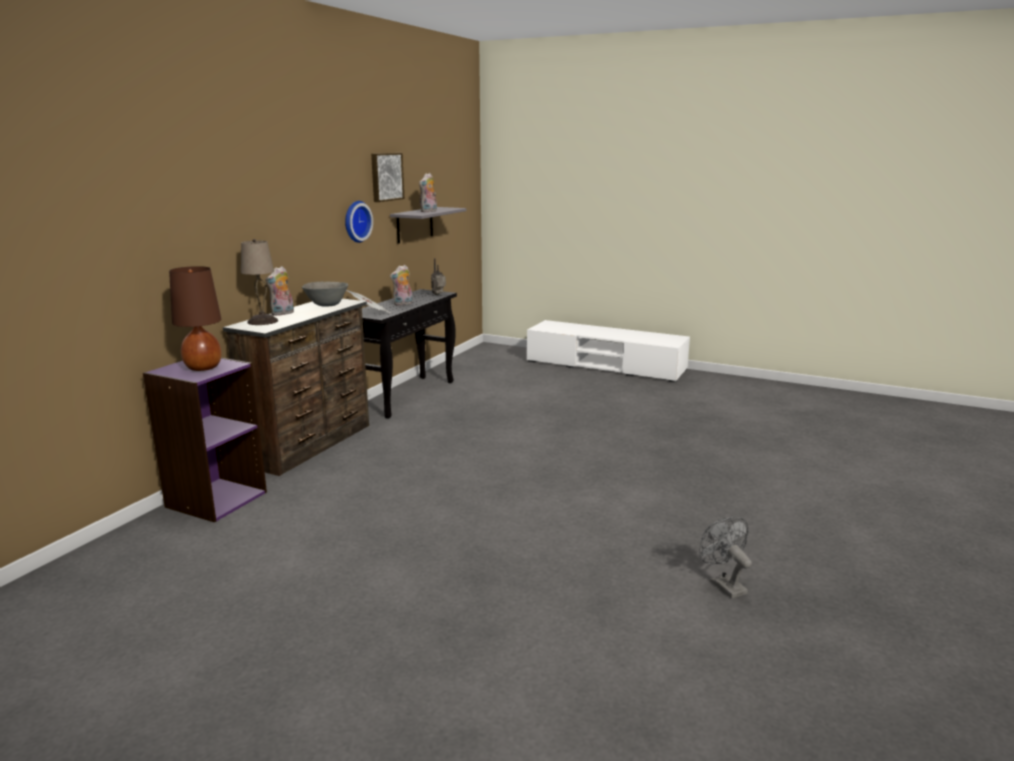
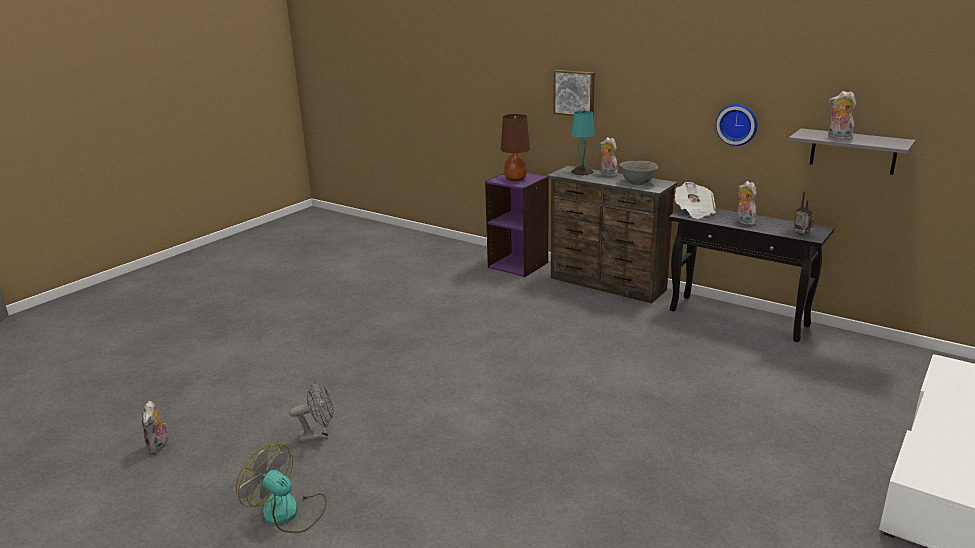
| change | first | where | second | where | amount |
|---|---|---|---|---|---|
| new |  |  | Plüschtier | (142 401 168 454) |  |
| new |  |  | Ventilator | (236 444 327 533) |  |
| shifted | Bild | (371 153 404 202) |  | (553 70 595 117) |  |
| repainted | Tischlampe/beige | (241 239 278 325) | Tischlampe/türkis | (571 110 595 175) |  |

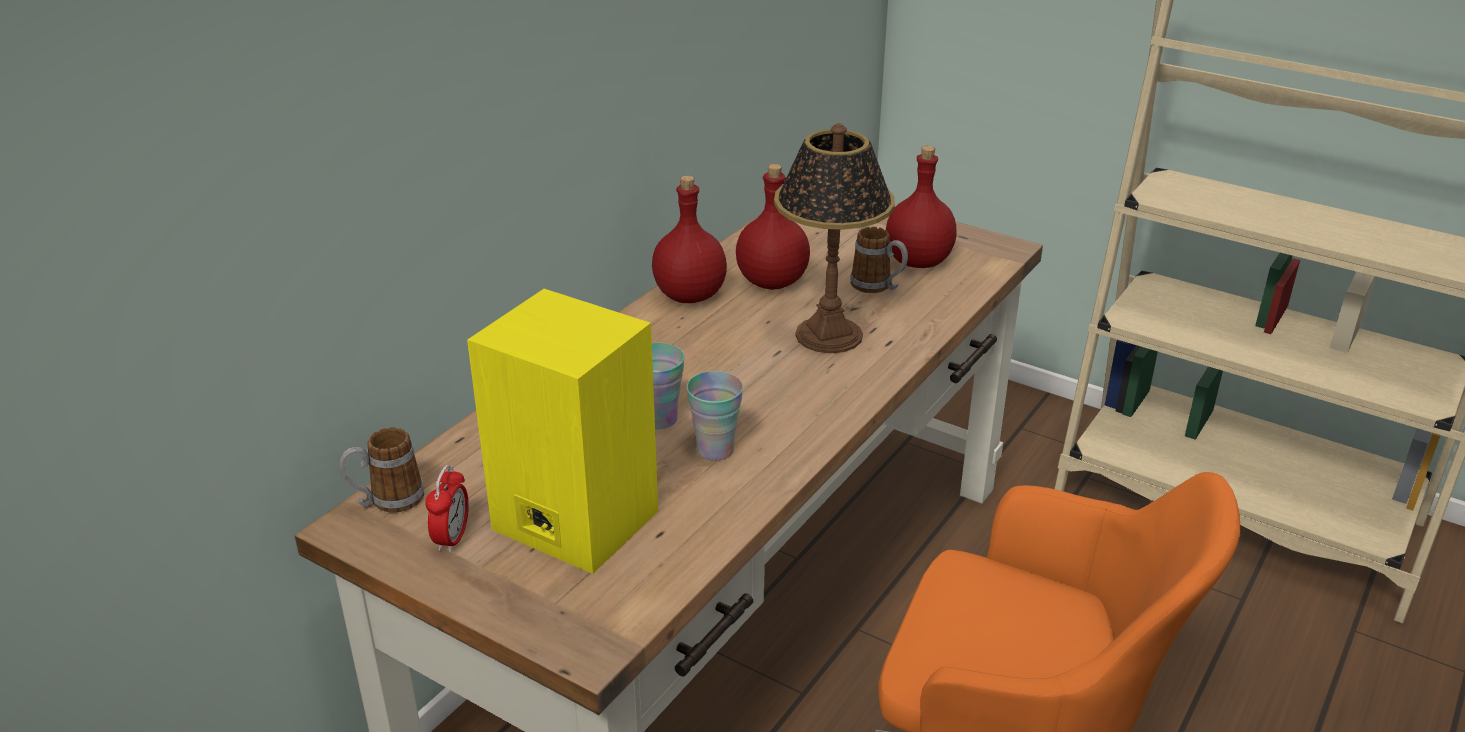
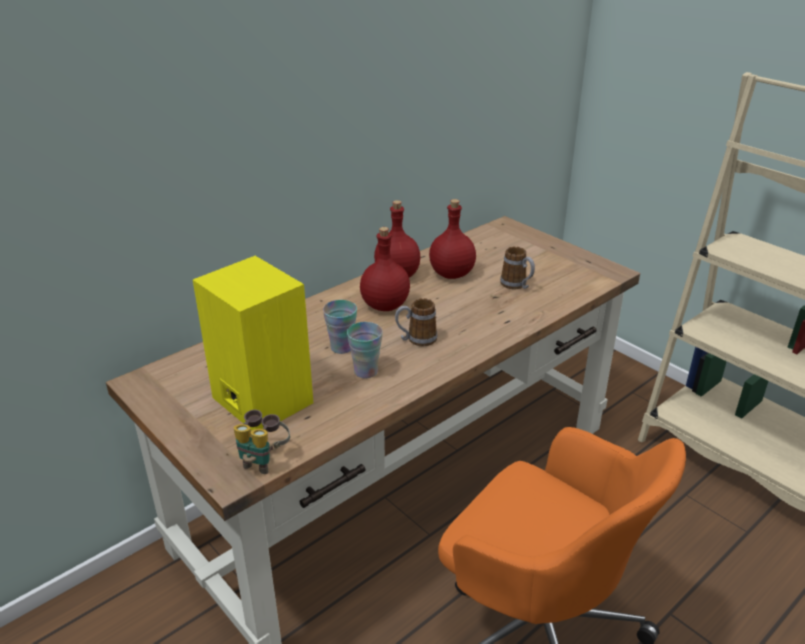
| change | first | where | second | where | amount |
|---|---|---|---|---|---|
| gone | Wecker | (426 465 469 553) |  |  |  |
| gone | Tischlampe | (774 123 895 353) |  |  |  |
| new |  |  | Fernglas | (234 410 290 474) |  |
| shifted | Henkelbecher | (340 427 424 513) |  | (395 298 438 346) |  |
| shifted | Flasche/rot | (886 146 956 268) |  | (360 227 410 311) |  |

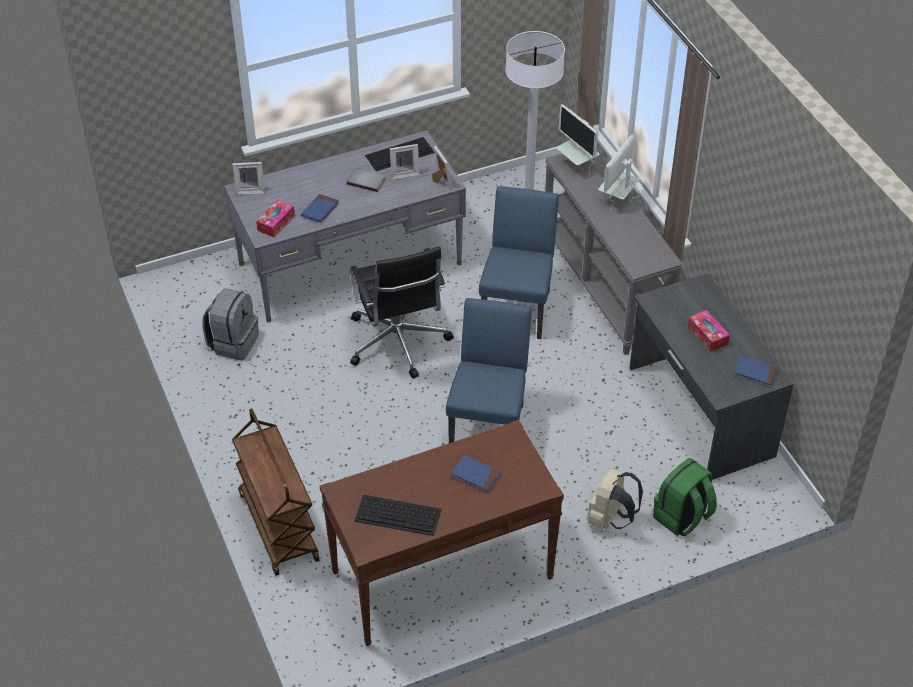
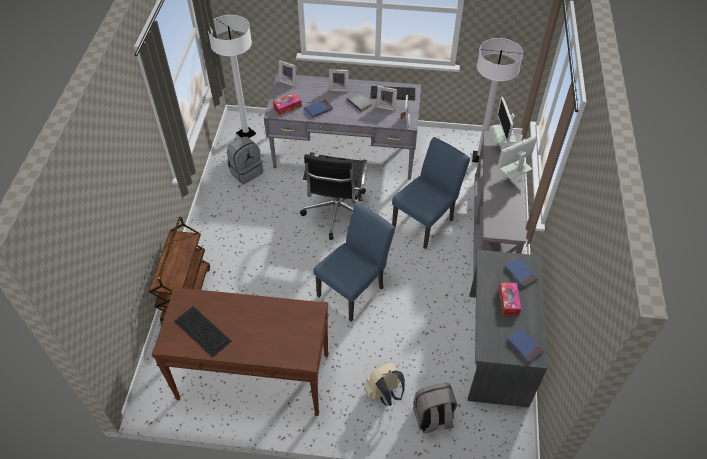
| change | first | where | second | where | amount |
|---|---|---|---|---|---|
| new |  |  | Stehlampe/weiß | (208 15 256 138) |  |
| new |  |  | Bilderrahmen | (329 69 349 92) |  |
| shifted | Buch/blau | (451 455 501 493) |  | (504 258 538 288) |  |
| repainted | Rucksack/grün | (653 458 717 536) | Rucksack/grau | (413 383 457 434) |  |

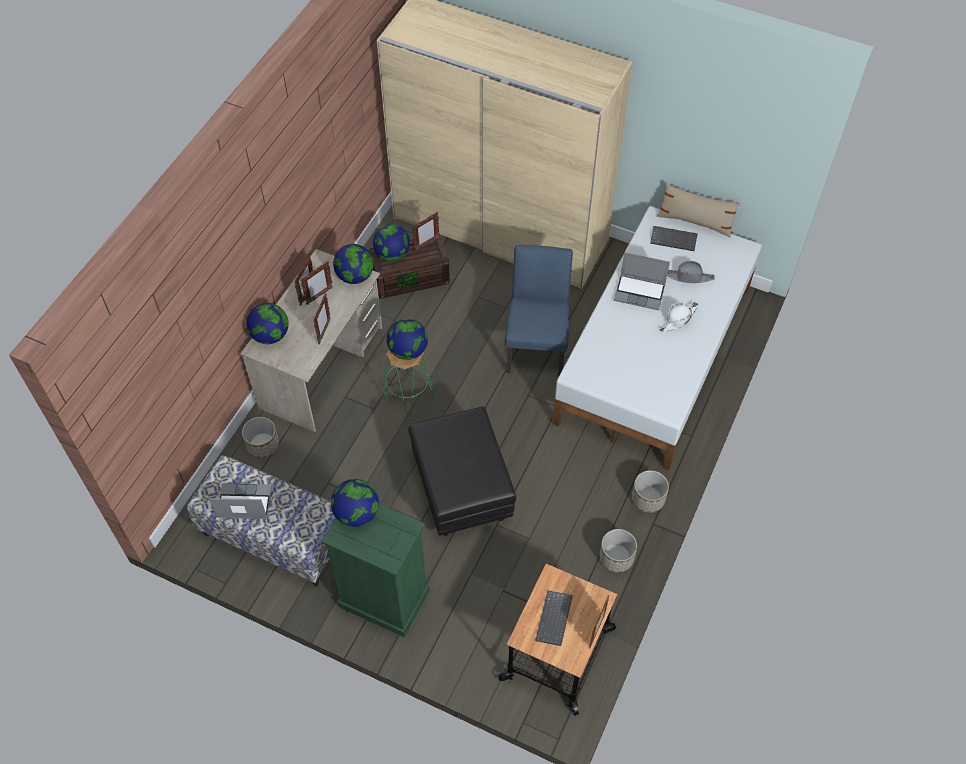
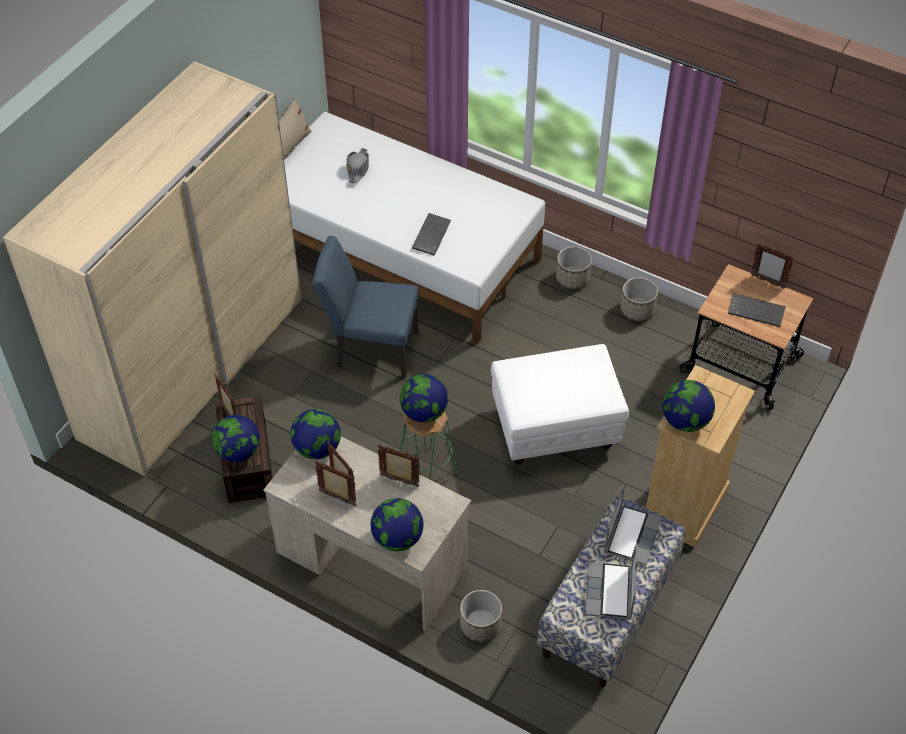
| change | first | where | second | where | amount |
|---|---|---|---|---|---|
| gone | Hut/weiß | (659 302 698 332) |  |  |  |
| shifted | Laptop | (614 252 670 310) |  | (604 481 662 566) |  |
| shifted | Tastatur | (650 226 698 251) |  | (412 213 451 256) |  |
| repainted | Kommode/grün | (321 504 430 637) | Kommode/beige | (646 365 755 547) |  |
| repainted | Polsterhocker/schwarz | (409 406 516 536) | Polsterhocker/weiß | (491 344 629 465) |  |

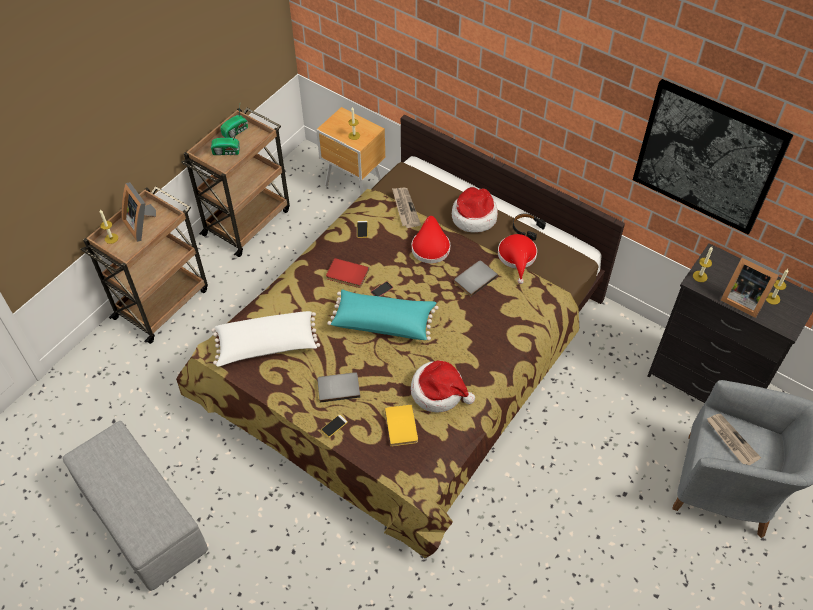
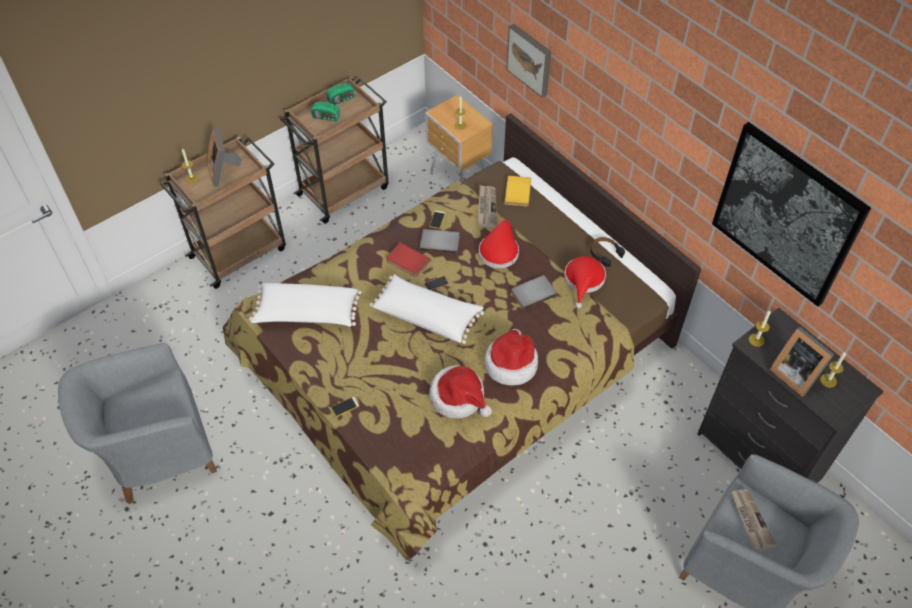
| change | first | where | second | where | amount |
|---|---|---|---|---|---|
| new |  |  | Bild | (506 24 551 98) |  |
| shifted | Buch/grau | (317 372 360 403) |  | (420 229 460 254) |  |
| shifted | Buch/gelb | (385 404 418 446) |  | (505 176 531 206) |  |
| shifted | Hut | (452 187 498 233) |  | (485 329 538 385) |  |
| swapped | Polsterhocker/grau | (63 421 208 591) | Sessel/grau | (58 343 217 504) |  |
| repainted | Kissen/türkis | (327 289 439 341) | Kissen/weiß | (370 274 484 344) |  |

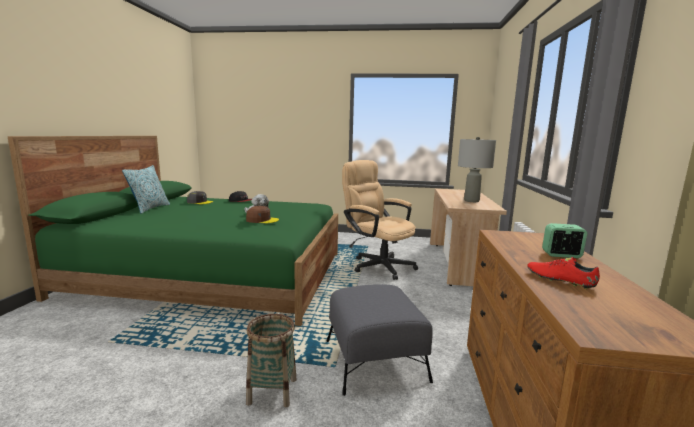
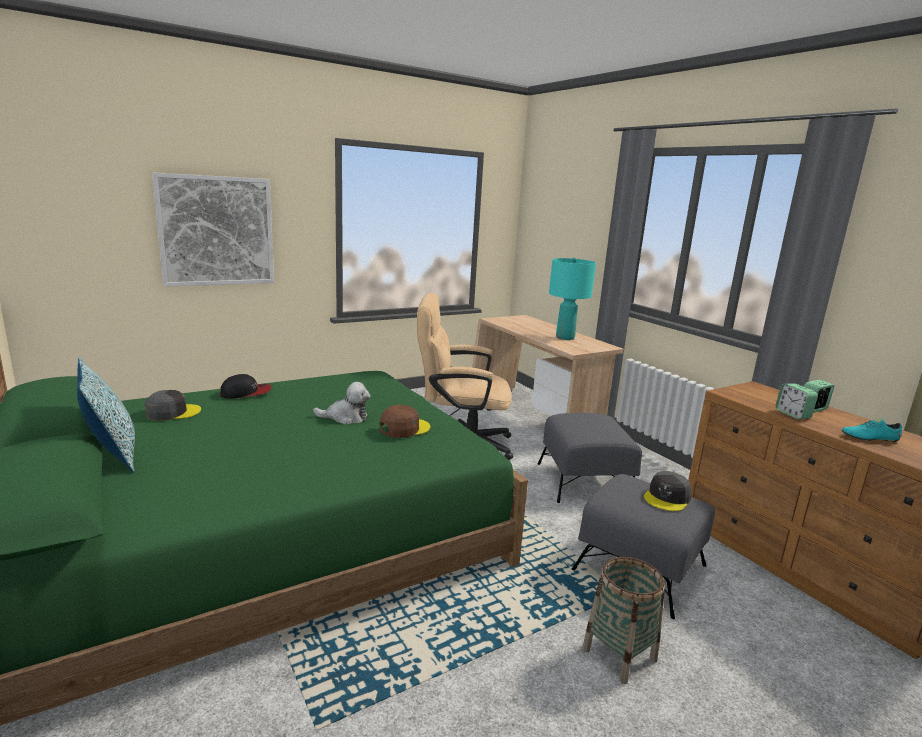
| change | first | where | second | where | amount |
|---|---|---|---|---|---|
| new |  |  | Bild | (152 172 274 287) |  |
| new |  |  | Polsterhocker/grau | (538 413 642 503) |  |
| new |  |  | Kappe/grau | (644 471 692 511) |  |
| new |  |  | Wecker | (776 384 818 419) |  |
| repainted | Tischlampe/grau | (458 137 496 202) | Tischlampe/türkis | (549 258 596 340) |  |
| repainted | Schuh/rot | (527 257 600 289) | Schuh/türkis | (842 418 902 443) |  |

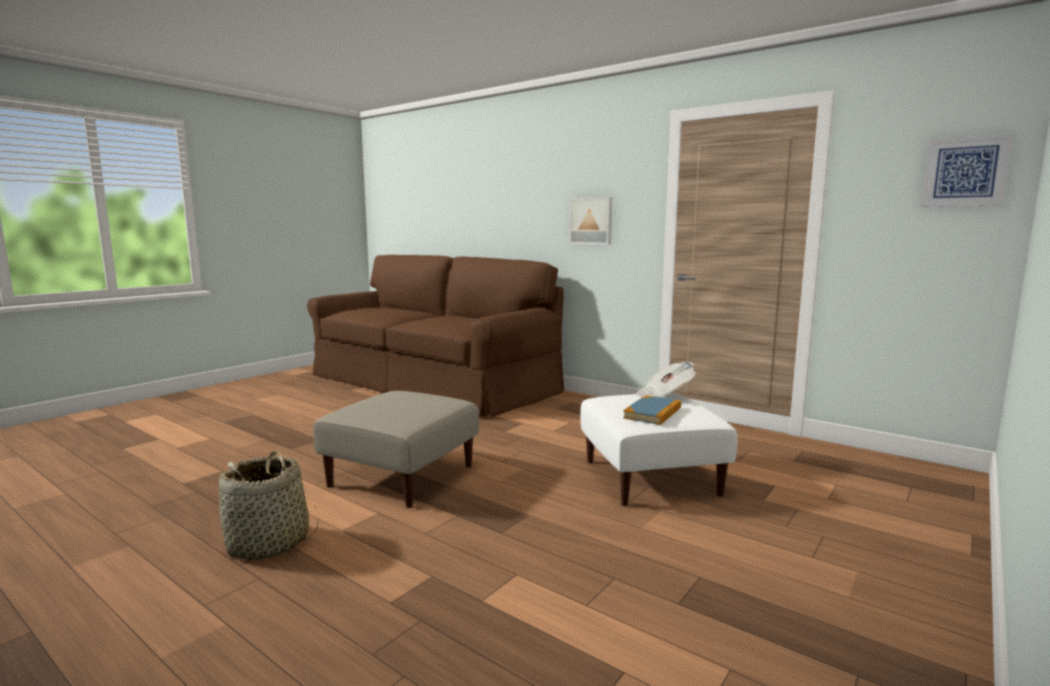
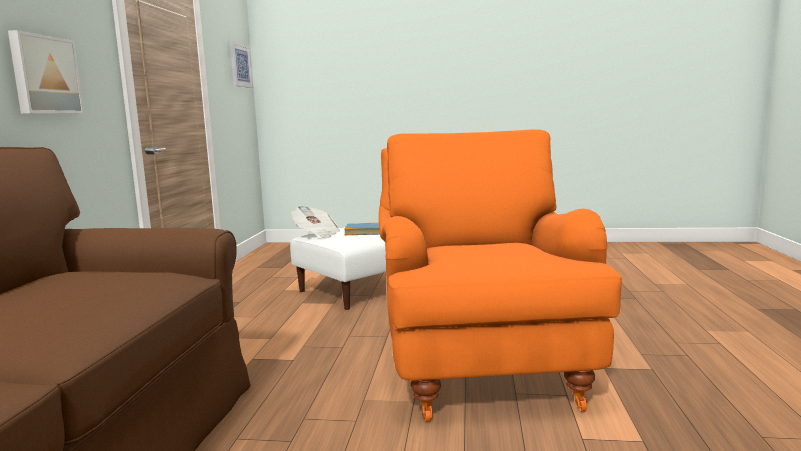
| change | first | where | second | where | amount |
|---|---|---|---|---|---|
| gone | Korb | (219 451 318 560) |  |  |  |
| swapped | Polsterhocker/beige | (313 391 479 508) | Sessel/orange | (379 129 622 422) |  |

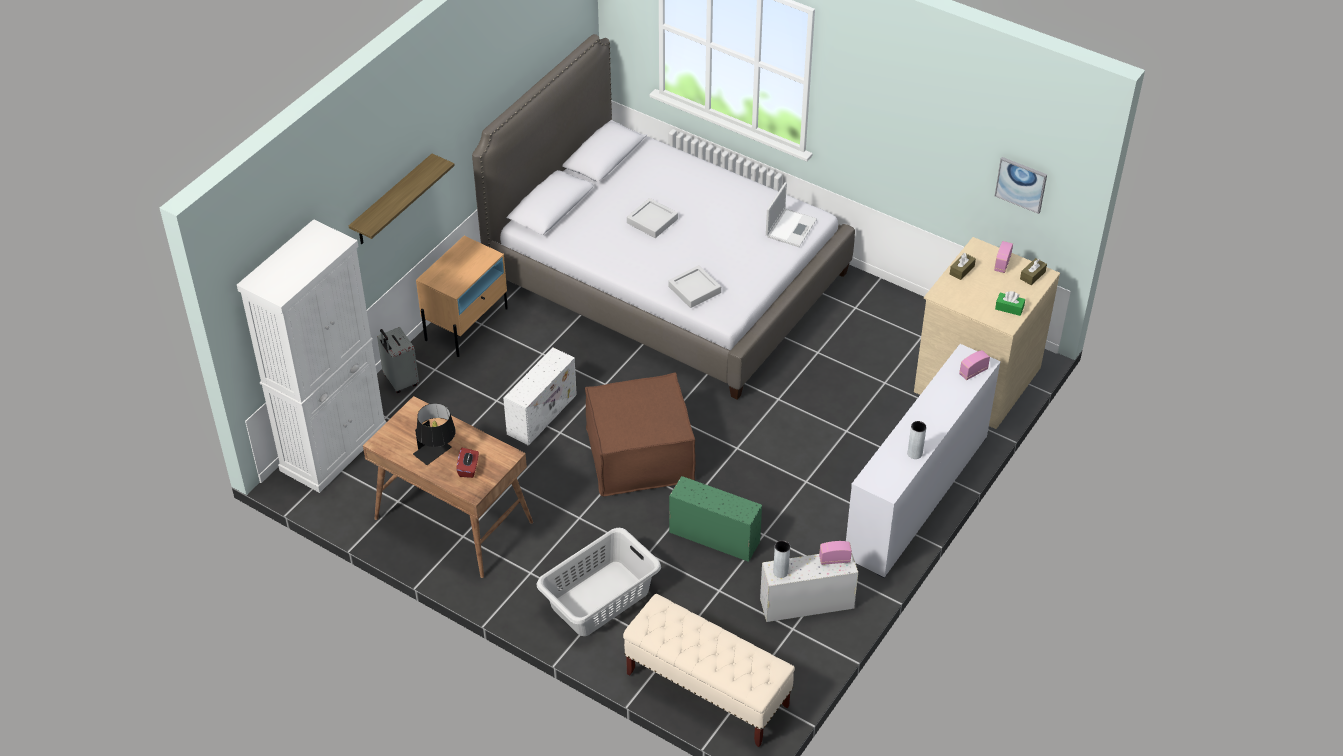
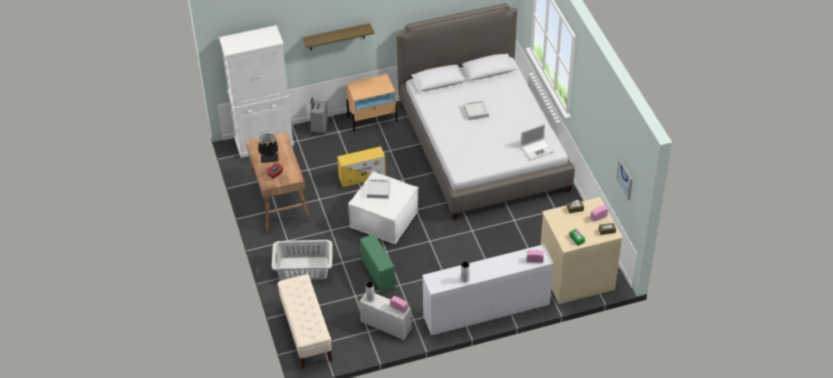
| change | first | where | second | where | amount |
|---|---|---|---|---|---|
| shifted | Tablett/grau | (668 265 721 308) |  | (367 179 390 199) |  |
| repainted | Aufbewahrungsbox/weiß | (503 347 577 446) | Aufbewahrungsbox/gelb | (337 146 386 187) |  |
| repainted | Polsterhocker/braun | (585 372 696 496) | Polsterhocker/weiß | (348 171 419 244) |  |

